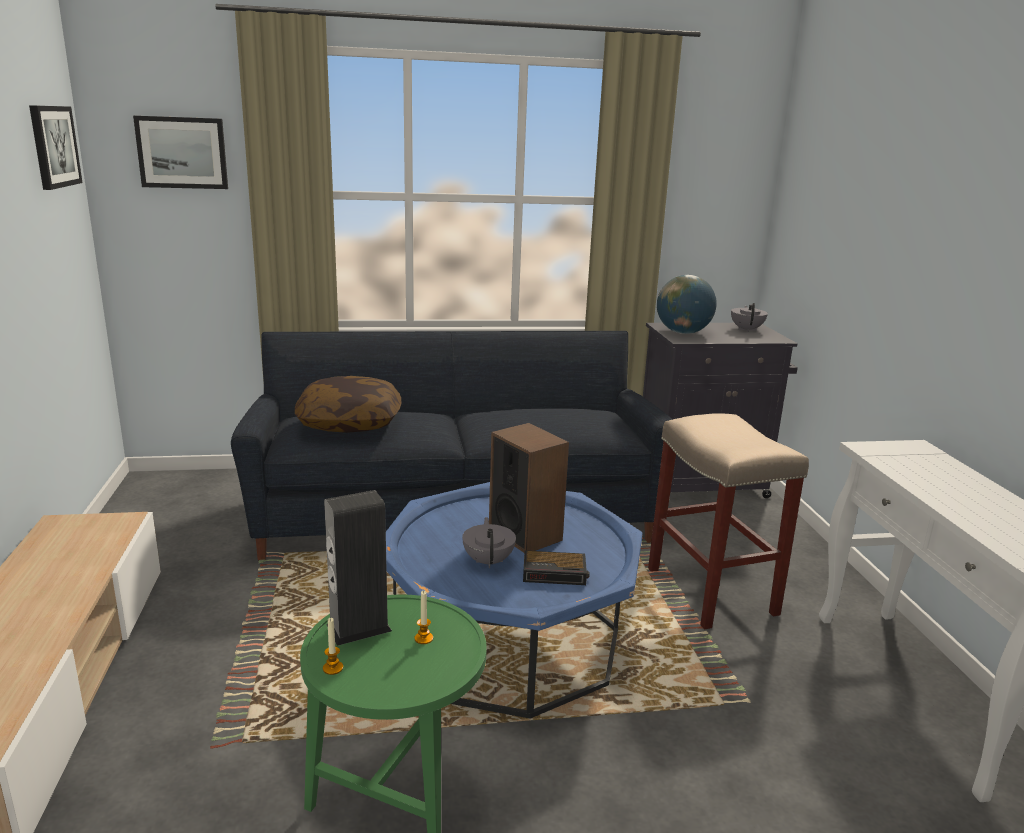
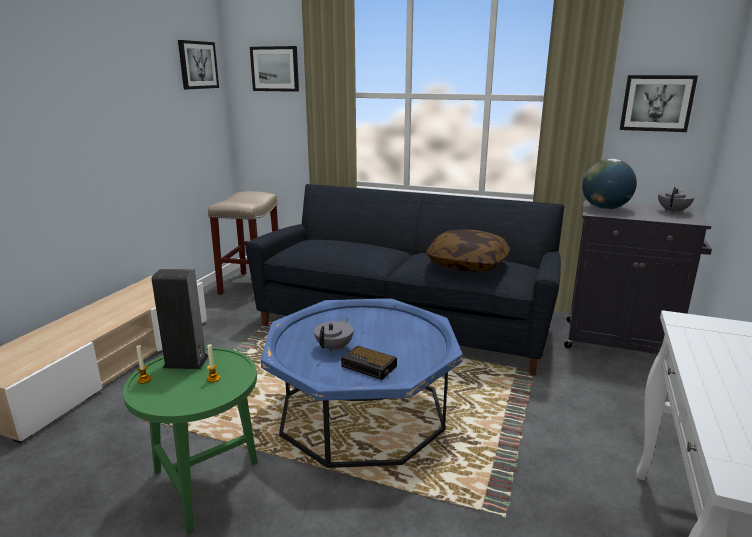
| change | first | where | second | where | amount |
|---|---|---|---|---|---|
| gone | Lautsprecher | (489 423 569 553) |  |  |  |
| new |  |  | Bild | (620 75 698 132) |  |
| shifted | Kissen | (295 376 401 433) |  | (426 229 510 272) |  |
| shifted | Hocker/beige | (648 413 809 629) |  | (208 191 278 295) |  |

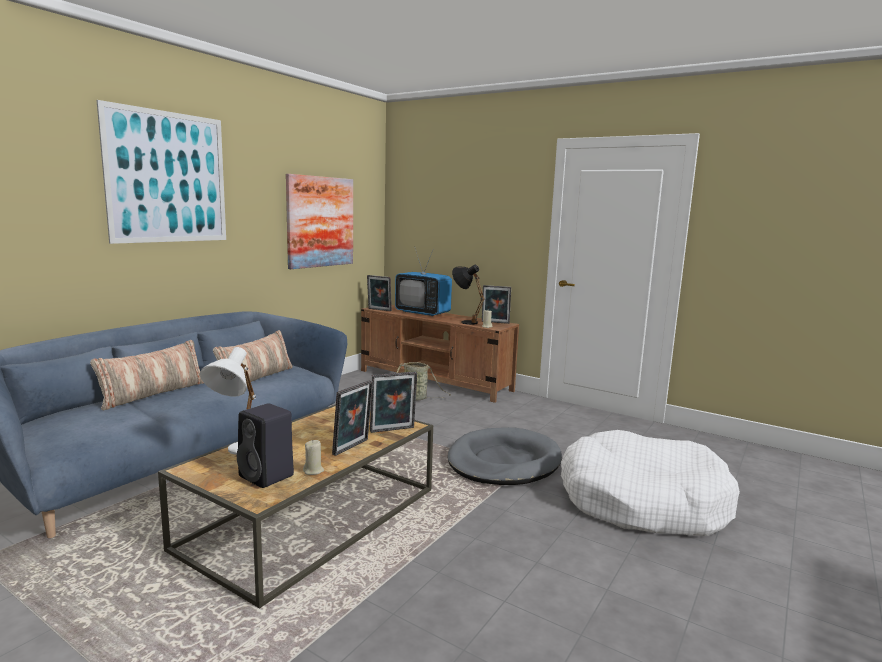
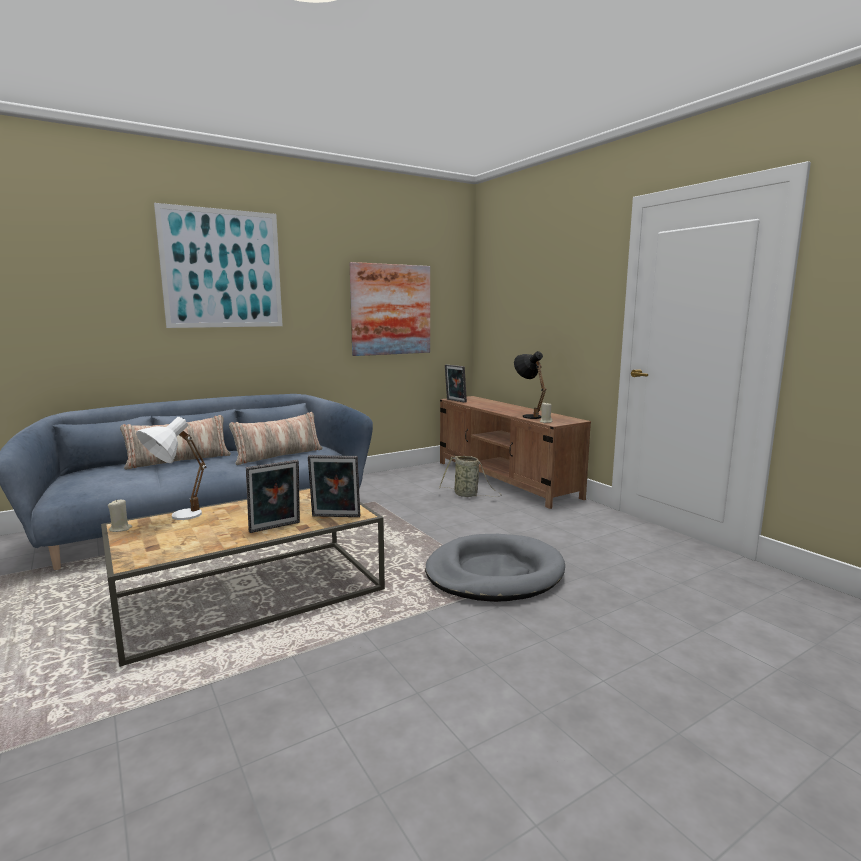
| change | first | where | second | where | amount |
|---|---|---|---|---|---|
| gone | Lautsprecher/schwarz | (237 403 294 488) |  |  |  |
| gone | Fernseher | (395 248 452 316) |  |  |  |
| gone | Bilderrahmen | (482 285 511 324) |  |  |  |
| gone | Hundebett/weiß | (561 430 740 536) |  |  |  |
| shifted | Kerze/beige | (303 440 324 475) |  | (108 499 132 532) |  |

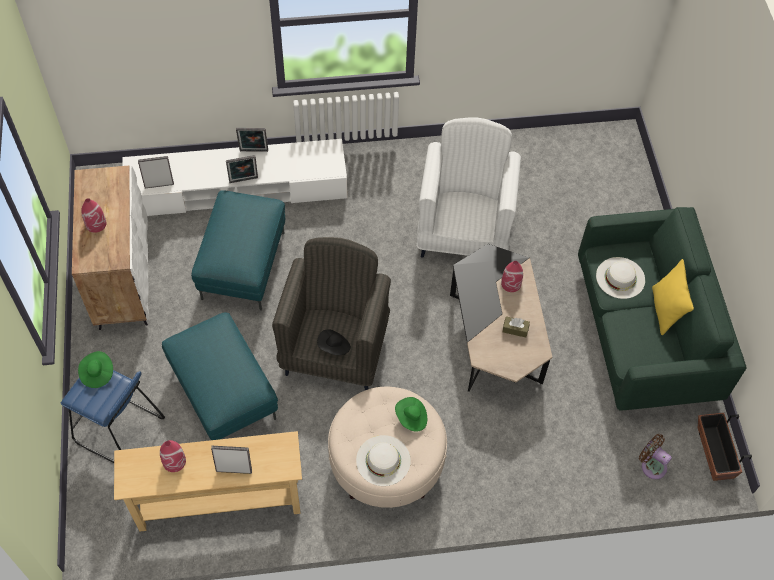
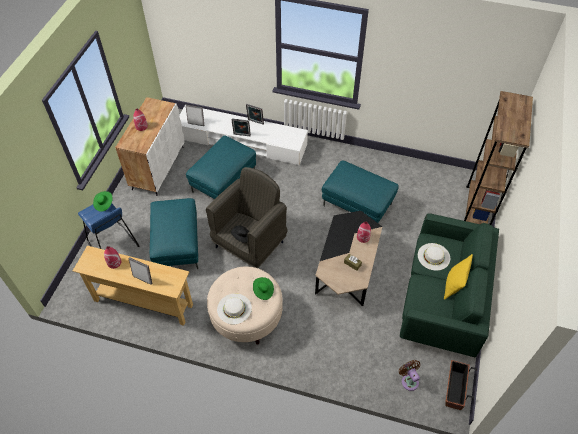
| change | first | where | second | where | amount |
|---|---|---|---|---|---|
| new |  |  | Bücherregal/braun | (464 91 533 225) |  |
| swapped | Sessel/weiß | (416 118 521 258) | Polsterhocker/türkis | (322 160 399 223) |  |

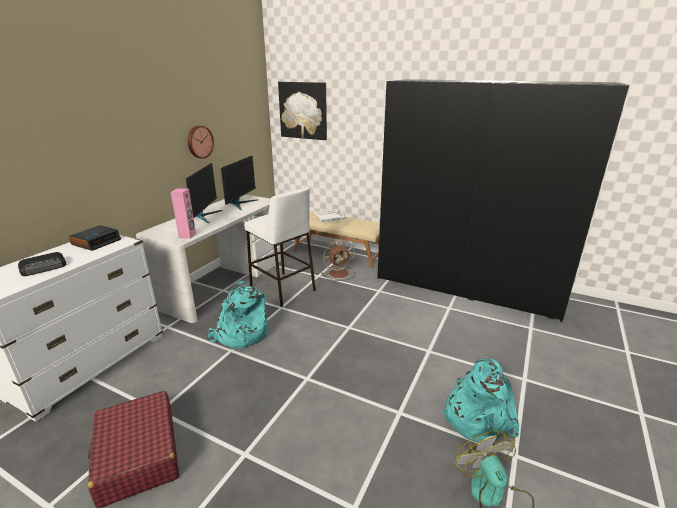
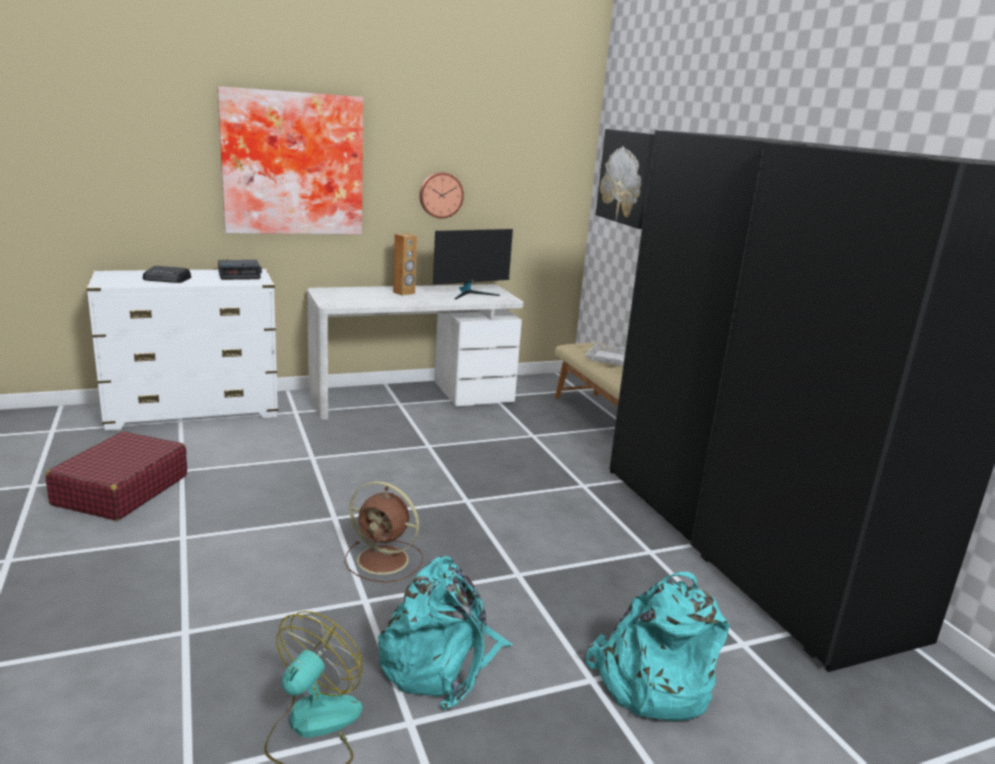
| change | first | where | second | where | amount |
|---|---|---|---|---|---|
| gone | Lautsprecher/rosa | (171 189 196 239) |  |  |  |
| gone | Hocker/weiß | (244 188 316 307) |  |  |  |
| new |  |  | Bild | (218 86 363 234) |  |
| shifted | Rucksack/türkis | (208 281 268 349) |  | (586 572 729 721) |  |
| shifted | Ventilator/braun | (321 240 355 281) |  | (344 481 423 583) |  |
| swapped | Monitor | (186 163 223 223) | Lautsprecher/braun | (393 233 417 296) |  |

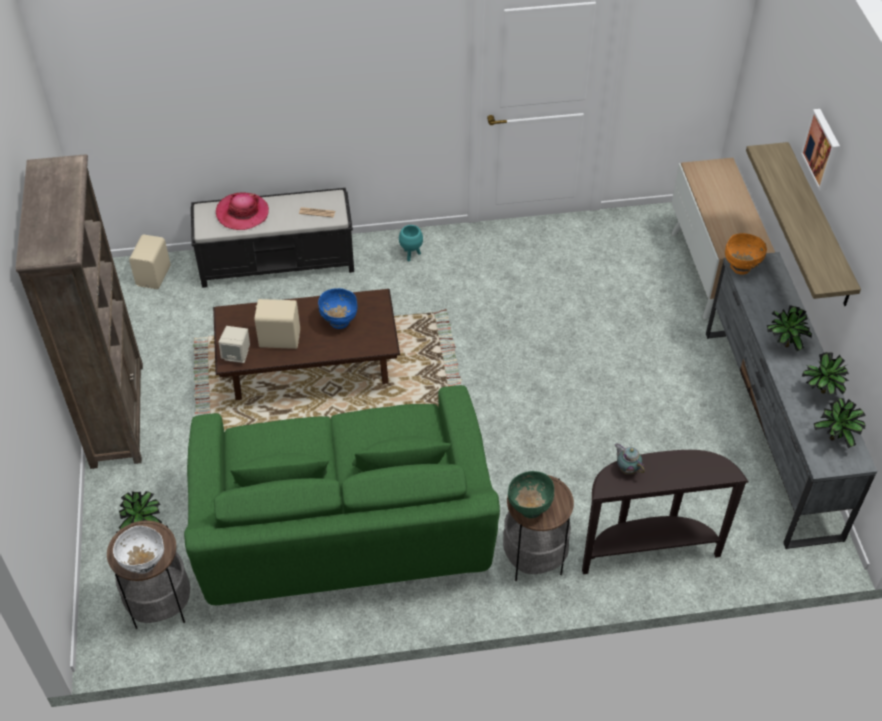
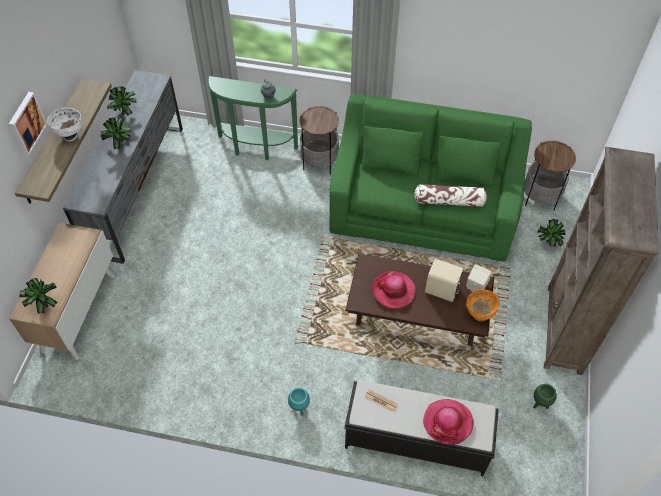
| change | first | where | second | where | amount |
|---|---|---|---|---|---|
| gone | Lautsprecher/beige | (129 235 171 289) |  |  |  |
| gone | Schüssel/grün | (508 471 554 518) |  |  |  |
| new |  |  | Kissen | (414 184 487 207) |  |
| new |  |  | Pflanzkübel/grün | (533 384 557 409) |  |
| shifted | Schüssel/weiß | (113 526 164 574) |  | (47 108 82 141) |  |
| shifted | Schüssel/orange | (725 233 767 274) |  | (466 289 500 321) |  |
| shifted | Topfpflanze | (814 398 866 448) |  | (19 278 57 314) |  |
| swapped | Schüssel/blau | (318 288 357 329) | Hut | (372 271 416 309) |  |
| repainted | Konsolentisch/braun | (582 450 749 574) | Konsolentisch/grün | (207 76 298 160) |  |

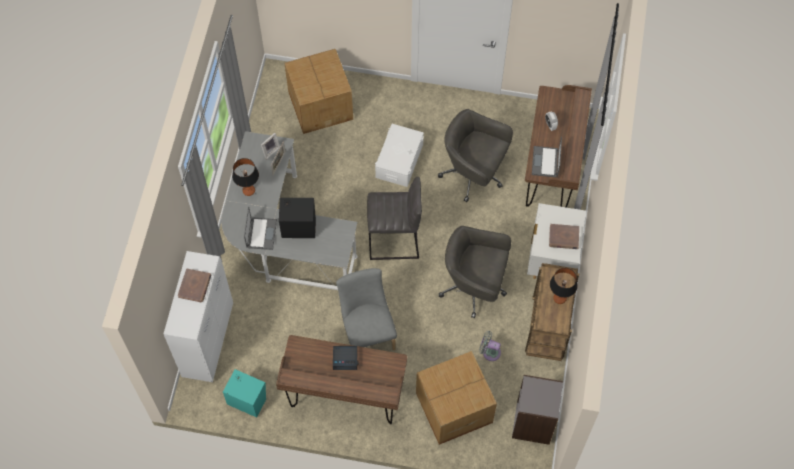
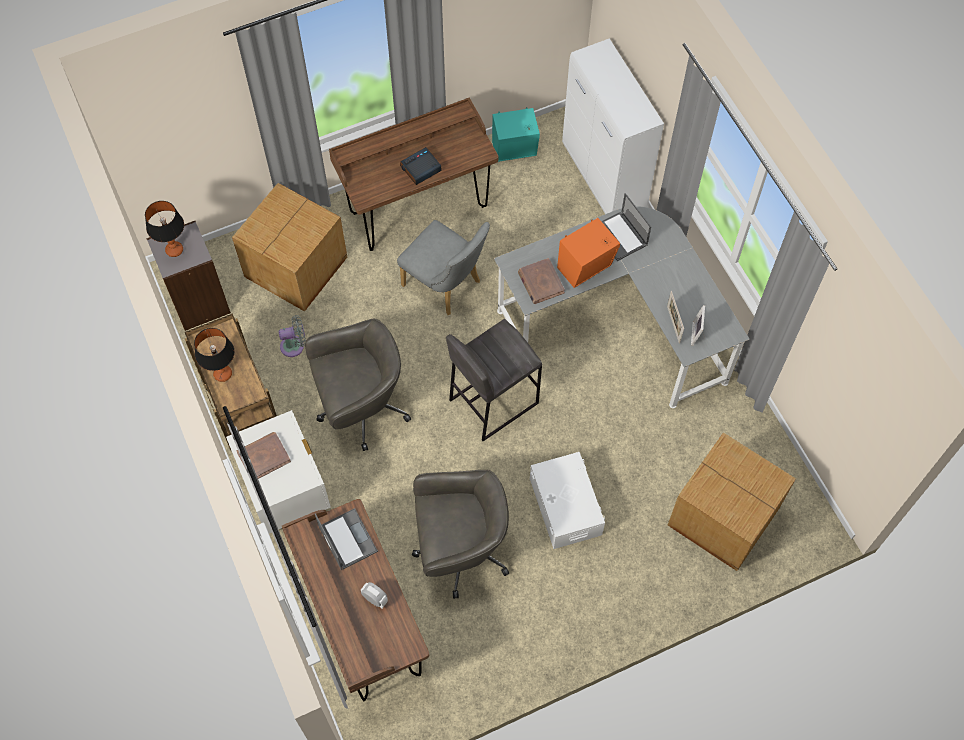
| change | first | where | second | where | amount |
|---|---|---|---|---|---|
| shifted | Buch/braun | (178 268 211 302) |  | (518 258 565 304) |  |
| shifted | Tischlampe | (232 158 259 196) |  | (145 201 184 257) |  |
| repainted | Lautsprecher/schwarz | (279 198 316 238) | Lautsprecher/orange | (557 218 620 288) |  |

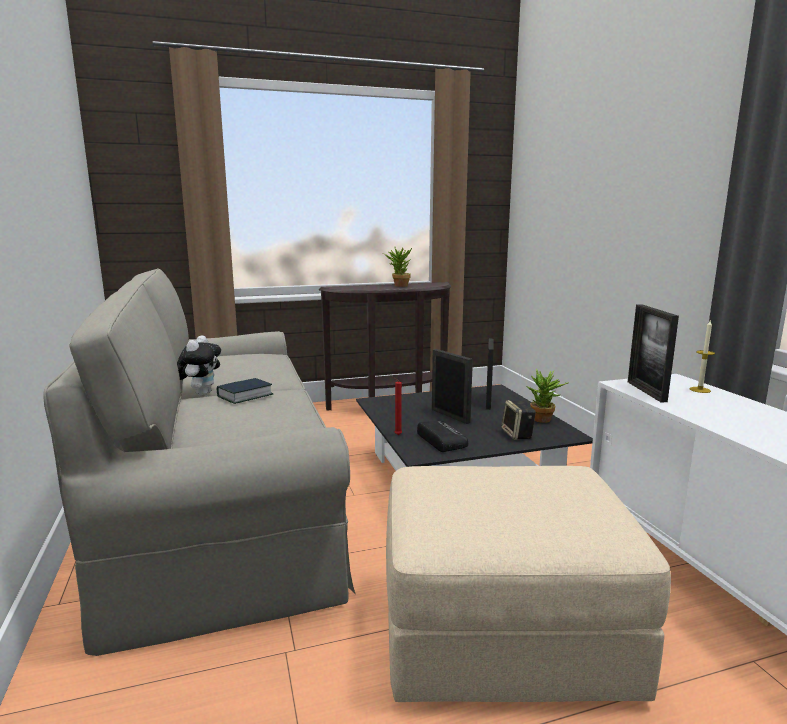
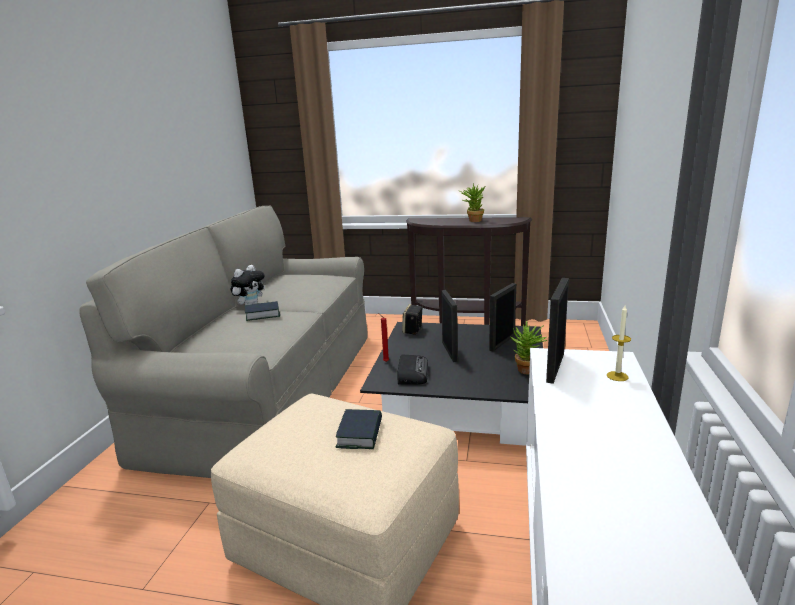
| change | first | where | second | where | amount |
|---|---|---|---|---|---|
| new |  |  | Buch | (336 409 382 449) |  |
| shifted | Lautsprecher | (501 400 536 440) |  | (402 304 423 335) |  |

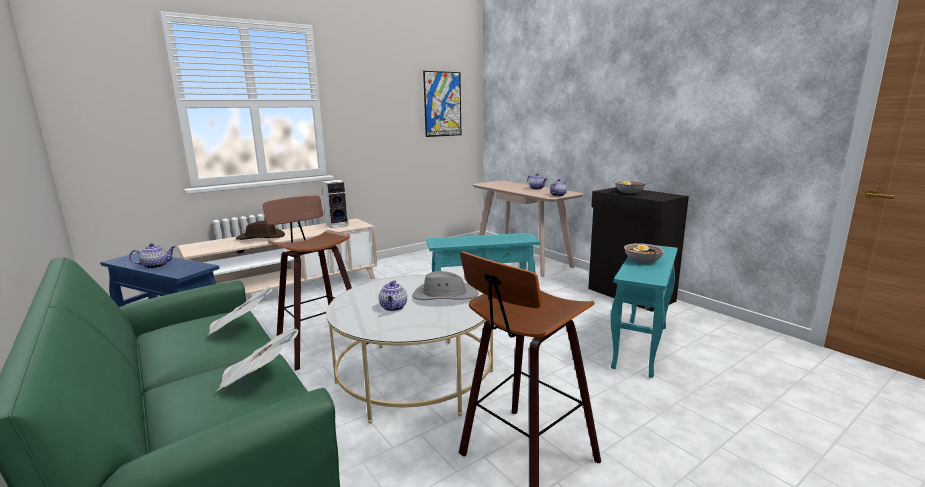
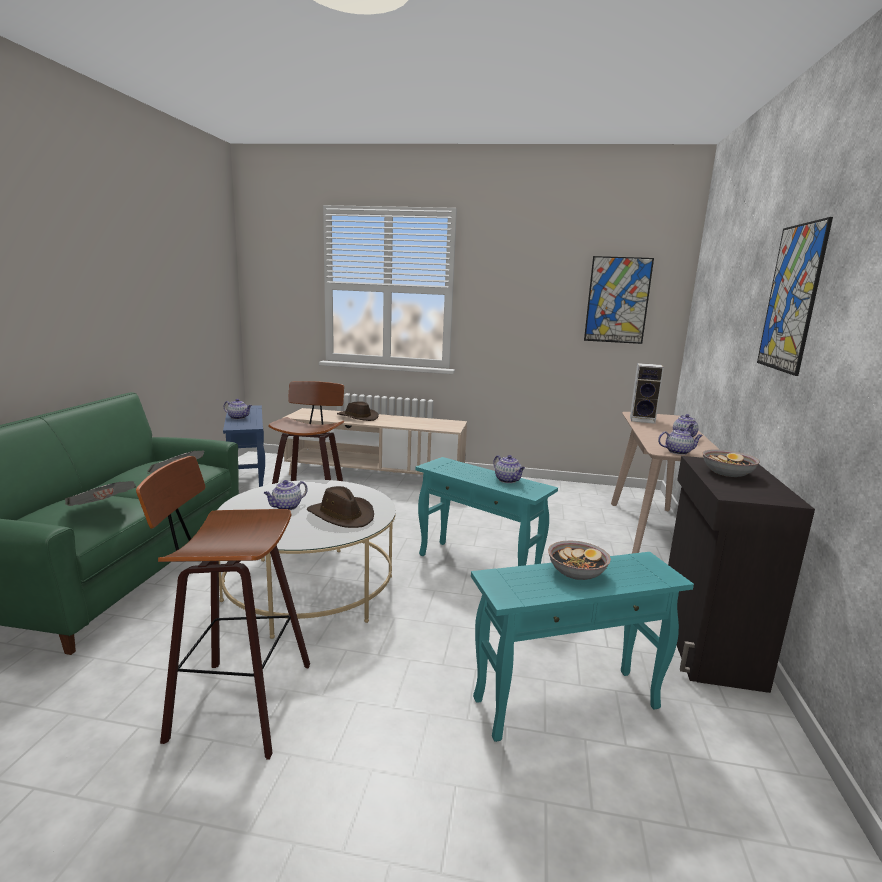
| change | first | where | second | where | amount |
|---|---|---|---|---|---|
| new |  |  | Teekanne | (493 455 525 483) |  |
| new |  |  | Bild | (757 217 833 376) |  |
| shifted | Lautsprecher | (322 180 349 228) |  | (630 363 664 424) |  |
| repainted | Hut/grau | (413 271 479 300) | Hut/braun | (307 486 374 528) |  |

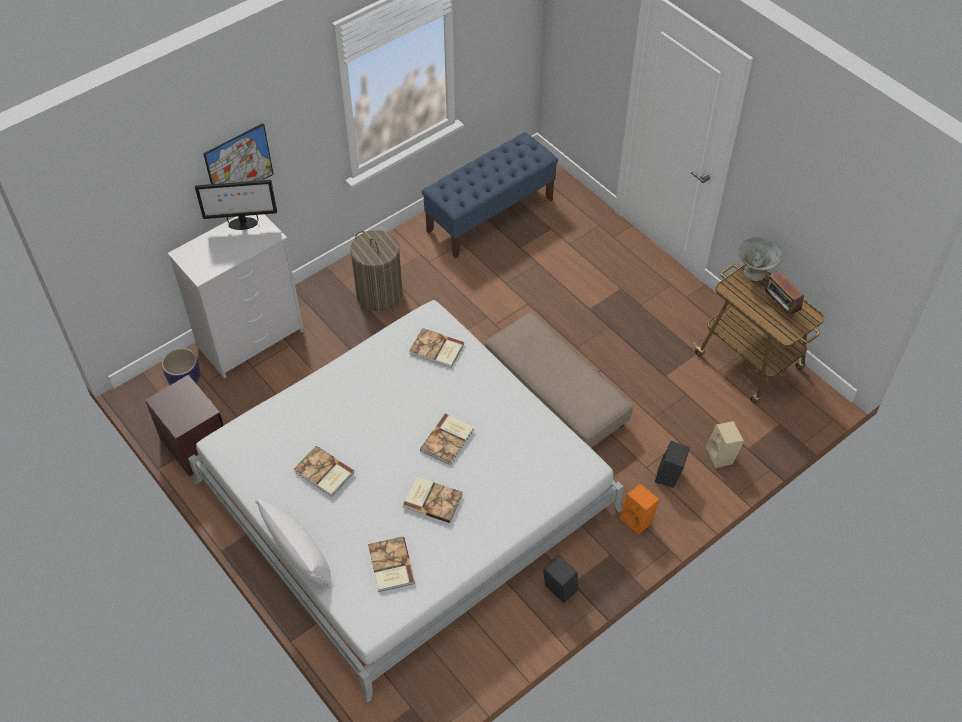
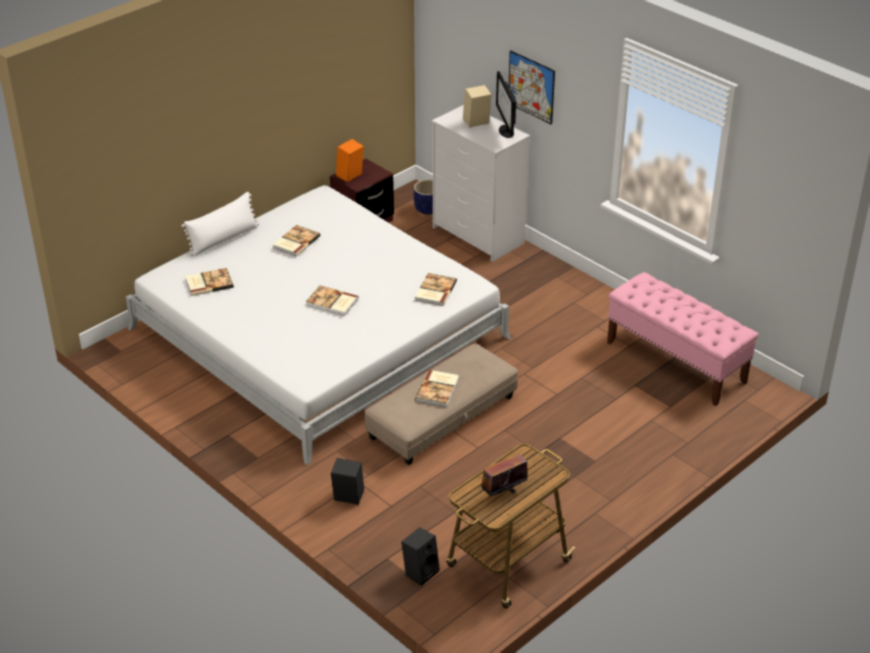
| change | first | where | second | where | amount |
|---|---|---|---|---|---|
| gone | Wäschekorb | (350 230 403 311) |  |  |  |
| gone | Schüssel/grau | (737 237 782 281) |  |  |  |
| shifted | Buch | (403 477 463 523) |  | (415 370 459 407) |  |
| shifted | Lautsprecher/schwarz | (543 555 579 603) |  | (401 527 440 586) |  |
| shifted | Lautsprecher/orange | (619 483 660 535) |  | (336 139 364 182) |  |
| shifted | Lautsprecher/beige | (706 421 744 469) |  | (463 85 492 128) |  |
| repainted | Bank/blau | (422 132 558 258) | Bank/rosa | (607 272 759 406) |  |

